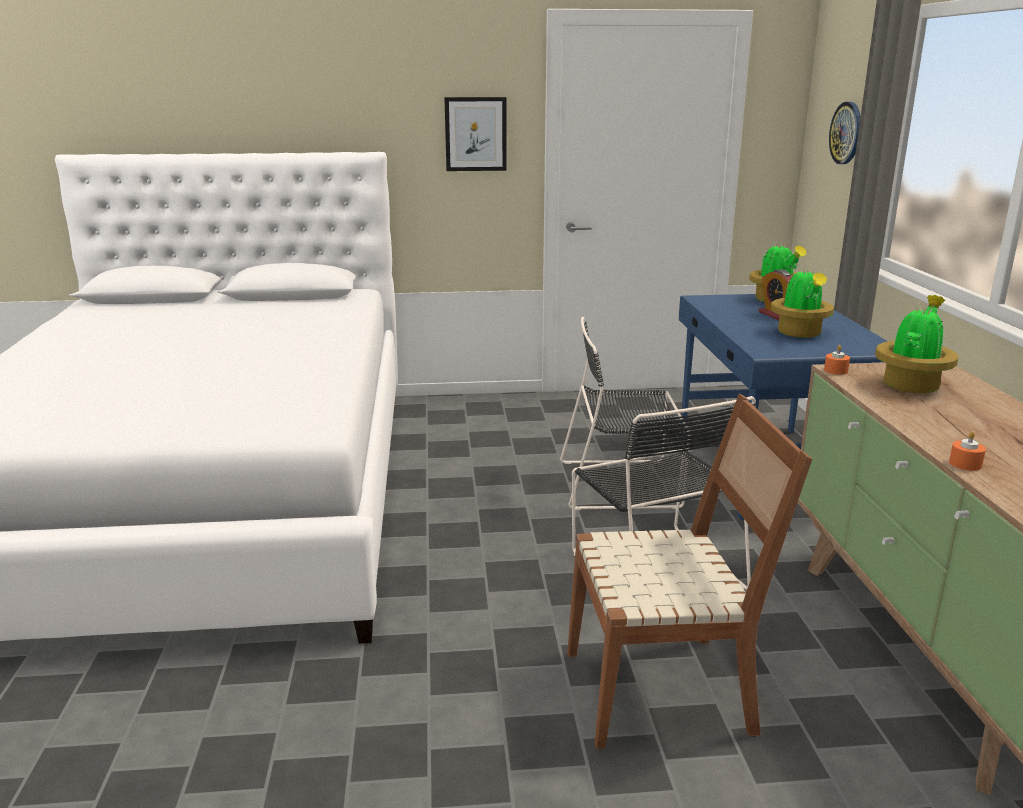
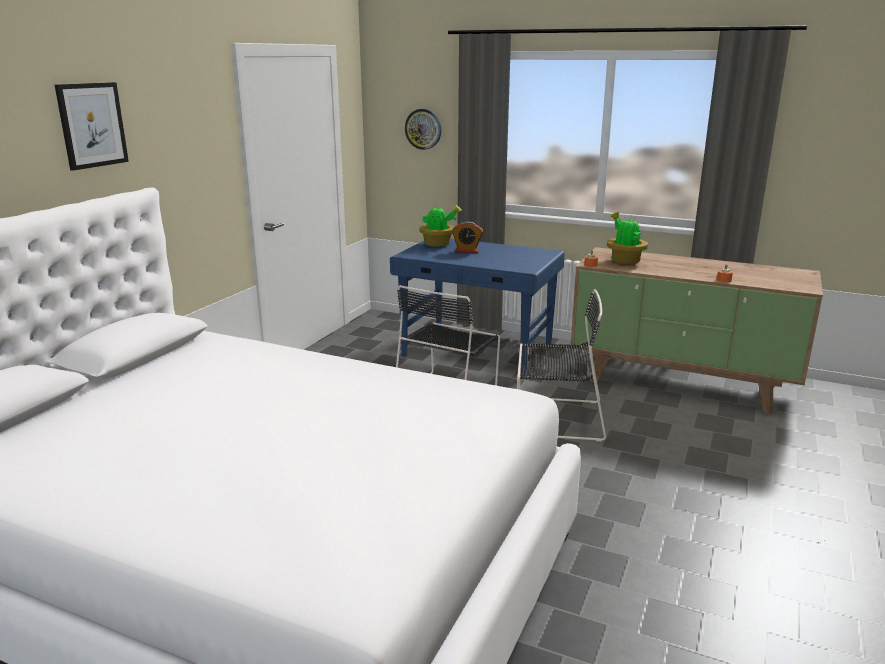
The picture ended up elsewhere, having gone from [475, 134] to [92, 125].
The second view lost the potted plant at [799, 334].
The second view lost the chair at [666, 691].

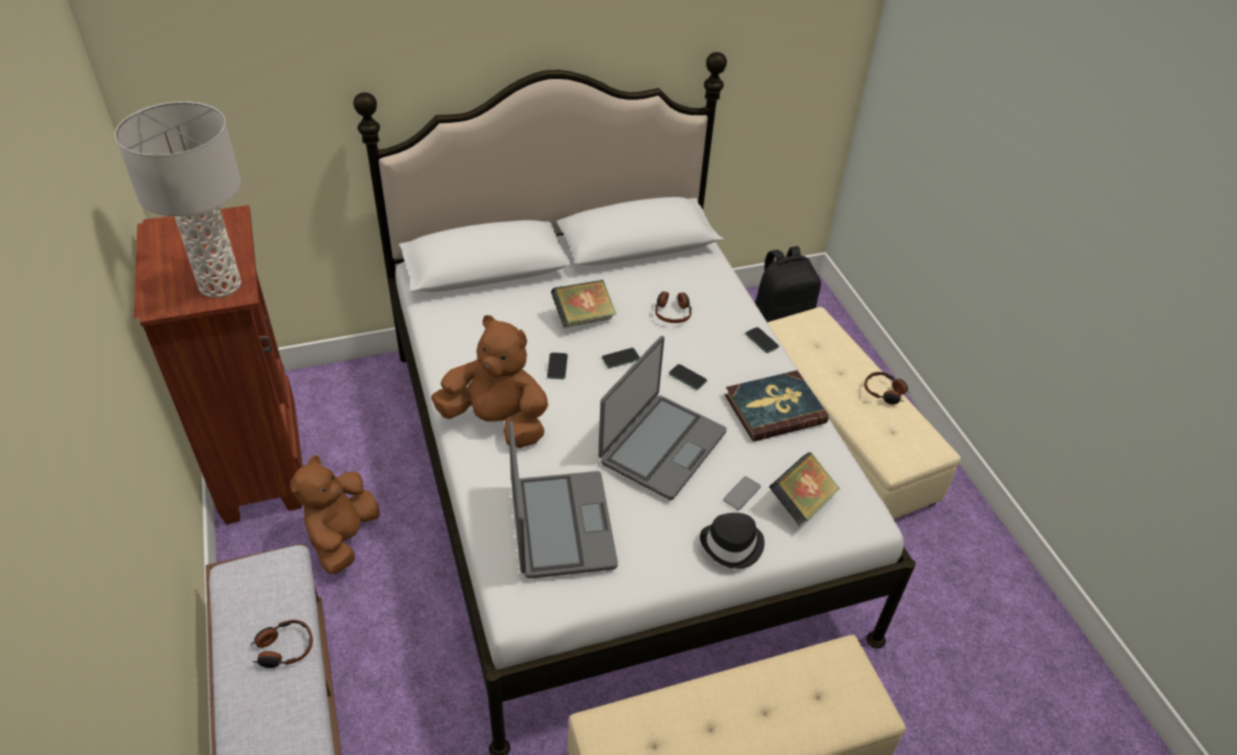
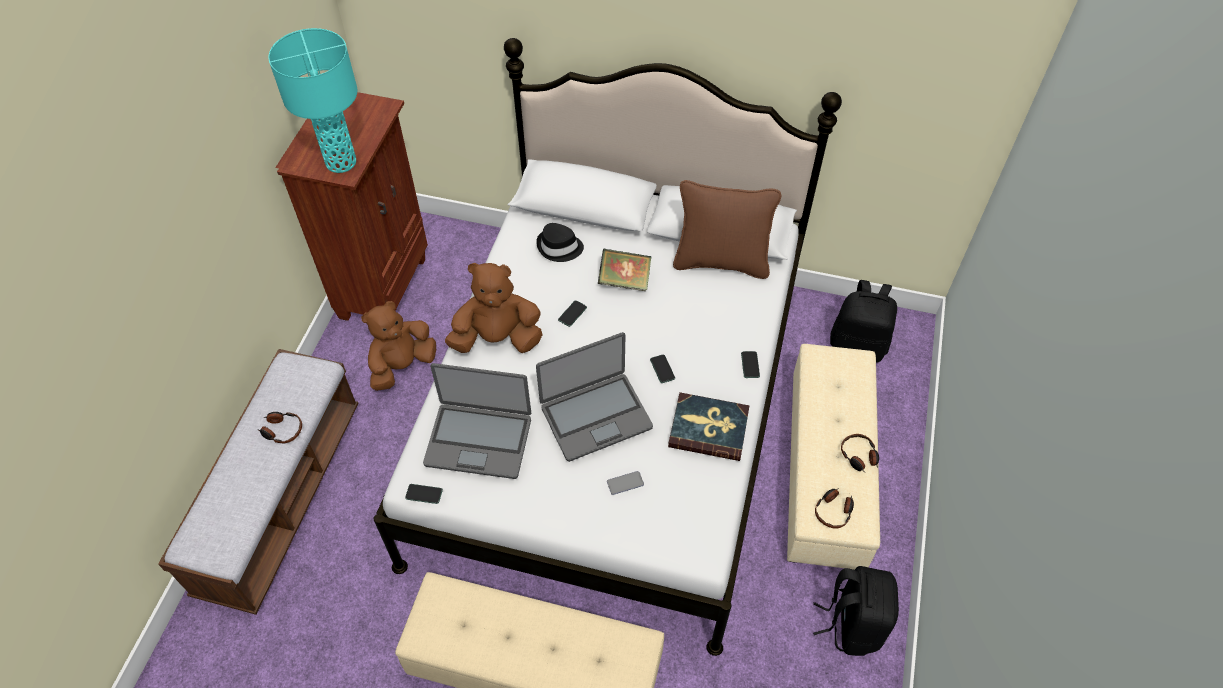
What was the white table lamp at [220, 285] turned into the turquoise table lamp at [340, 162].
The headphones ended up elsewhere, having gone from [672, 312] to [833, 511].
The brown plush toy at [496, 422] ended up facing another way, 60 degrees counterclockwise from before.
The phone ended up elsewhere, having gone from [620, 358] to [424, 494].
The laptop at [561, 525] ended up facing another way, 75 degrees clockwise from before.
The second view lost the book at [801, 502].
The black hat ended up elsewhere, having gone from [732, 545] to [559, 247].
The second view gained the brown pillow at [721, 262].
The second view gained the black backpack at [851, 623].

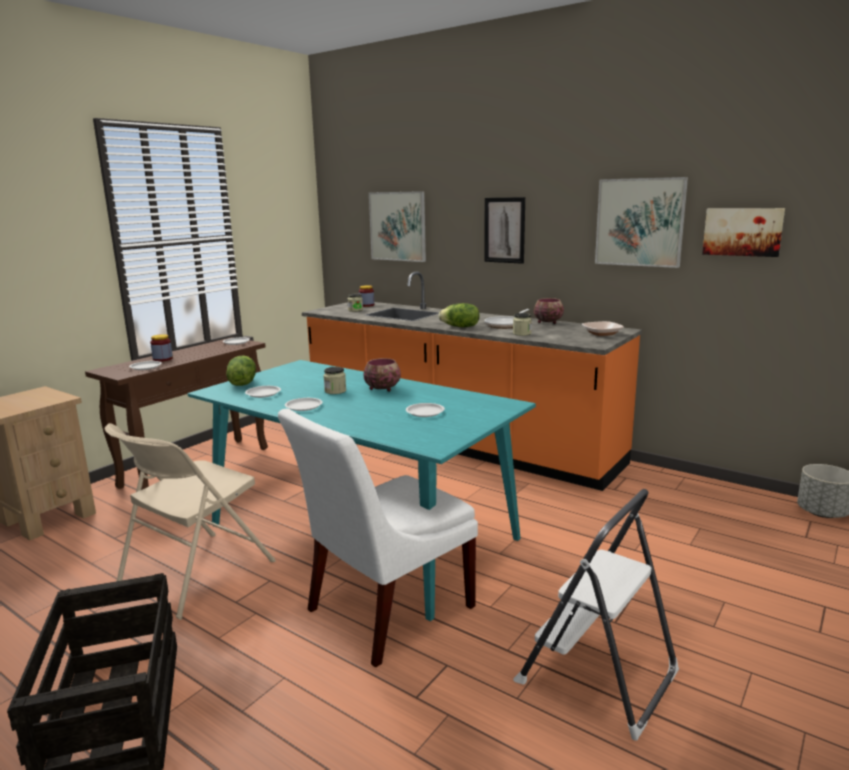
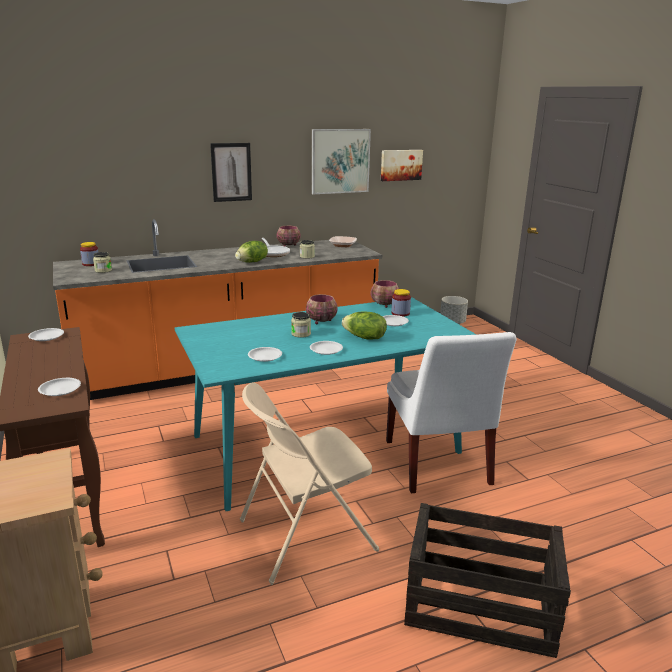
The second view lost the picture at [398, 226].
The jar ended up elsewhere, having gone from [163, 359] to [400, 313].
The lettuce ended up elsewhere, having gone from [242, 383] to [364, 337].
The beige chair at [197, 572] ended up facing another way, 90 degrees clockwise from before.
The second view lost the white step ladder at [602, 678].
The second view gained the bowl at [384, 305].

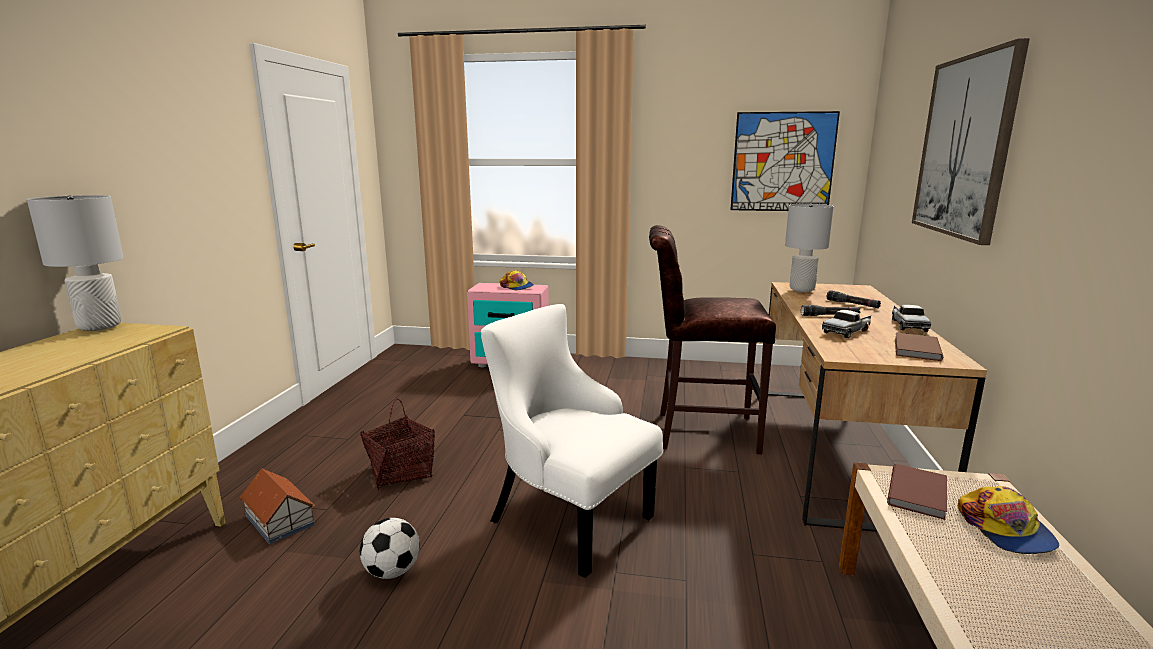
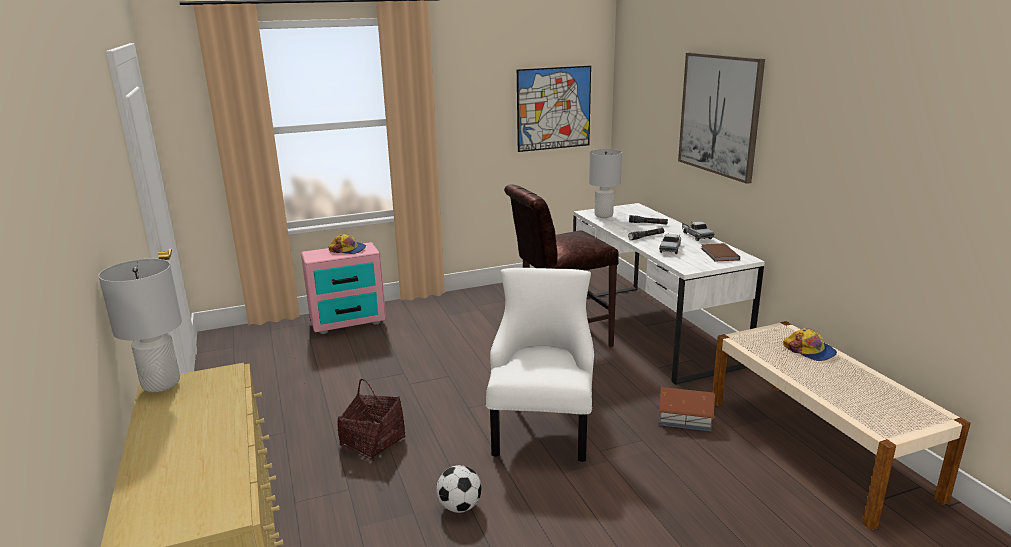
What was the brown desk at [834, 449] turned into the white desk at [651, 329].
The white chair at [572, 523] ended up facing another way, 90 degrees clockwise from before.
The second view lost the brown book at [919, 493].
The toy house ended up elsewhere, having gone from [280, 519] to [684, 419].

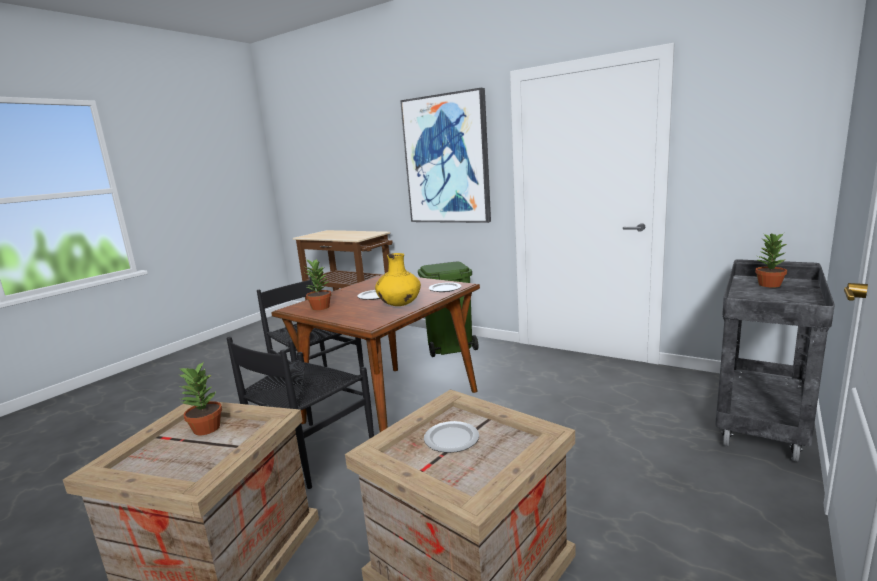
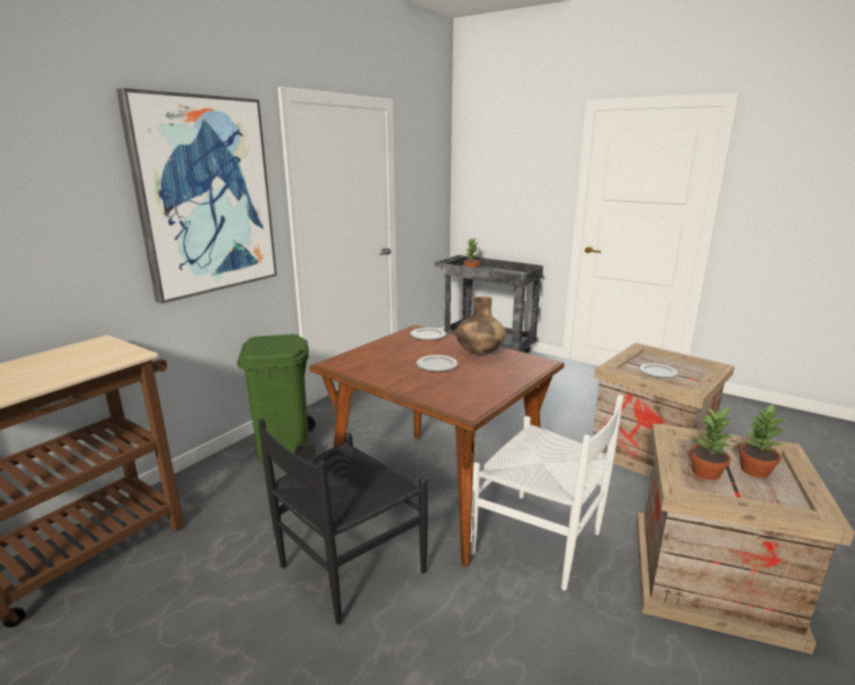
What was the yellow vase at [399, 305] turned into the brown vase at [479, 353].
The potted plant ended up elsewhere, having gone from [320, 307] to [754, 471].
What was the black chair at [312, 455] turned into the white chair at [539, 541].

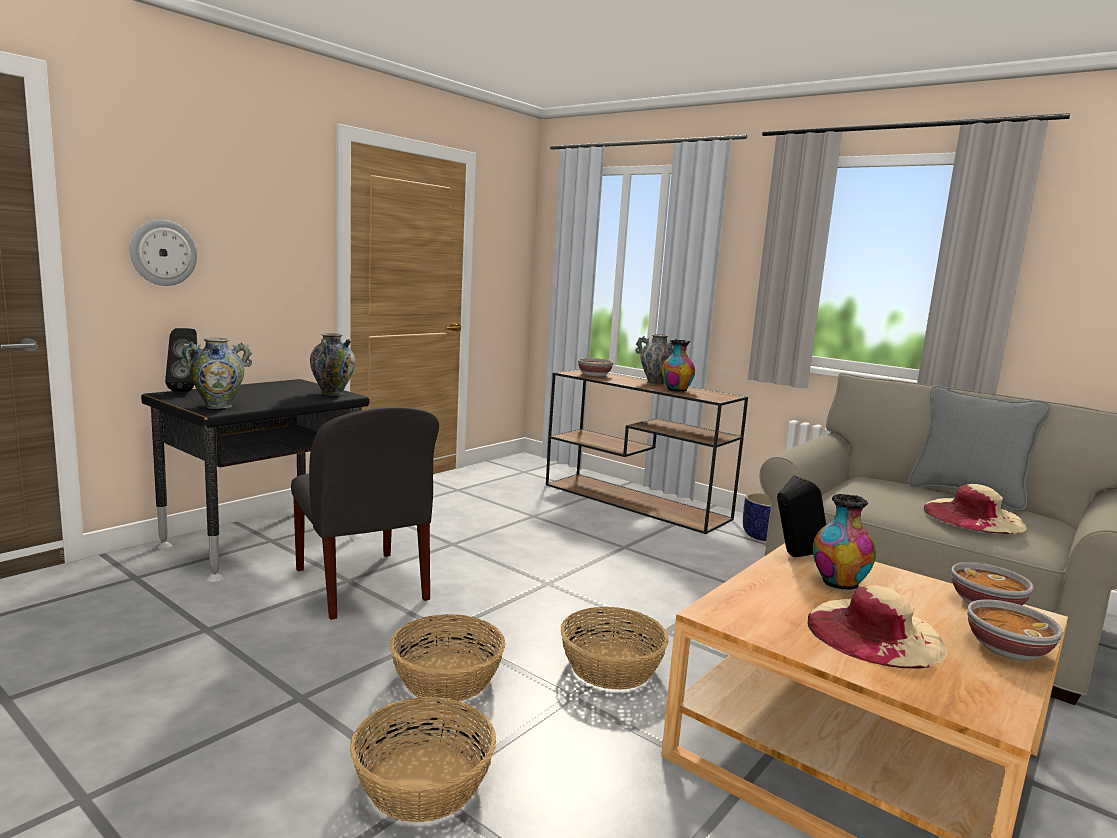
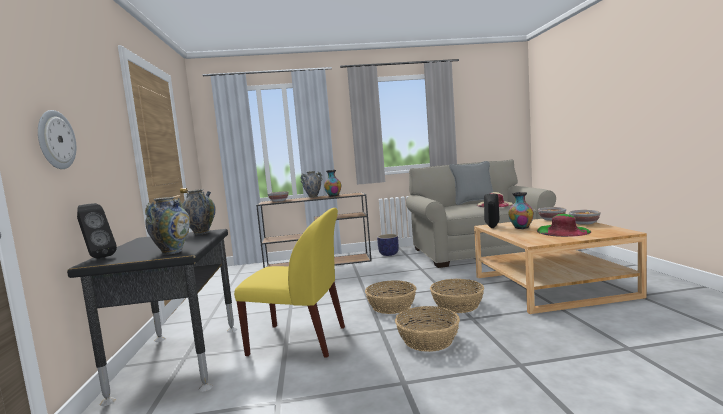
What was the grey chair at [362, 586] turned into the yellow chair at [300, 341].
What was the beige hat at [874, 632] turned into the green hat at [563, 231].
The basket ended up elsewhere, having gone from [422, 784] to [392, 306].

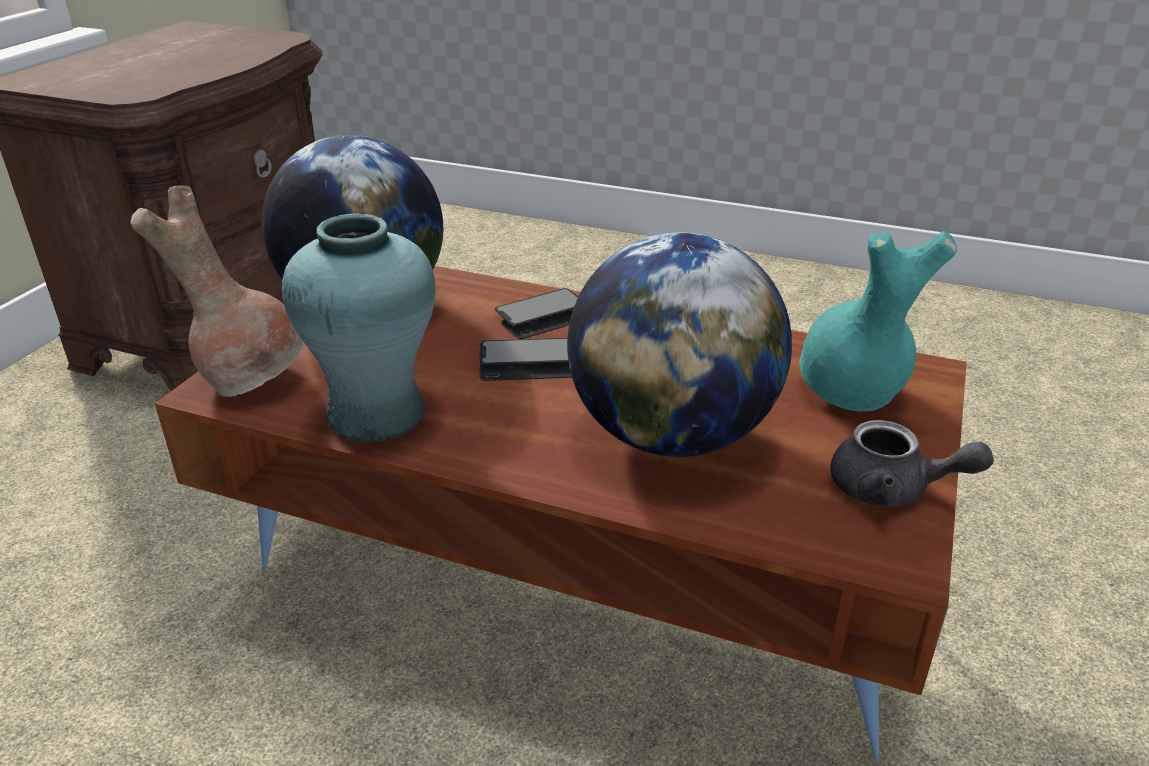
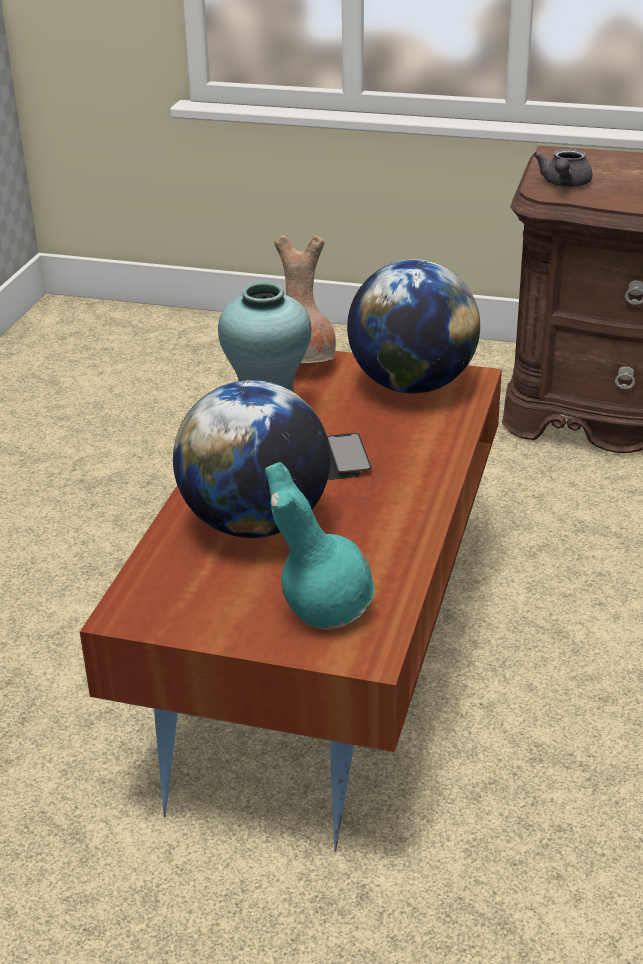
The second view lost the phone at [544, 316].
The grey teapot ended up elsewhere, having gone from [892, 490] to [564, 184].

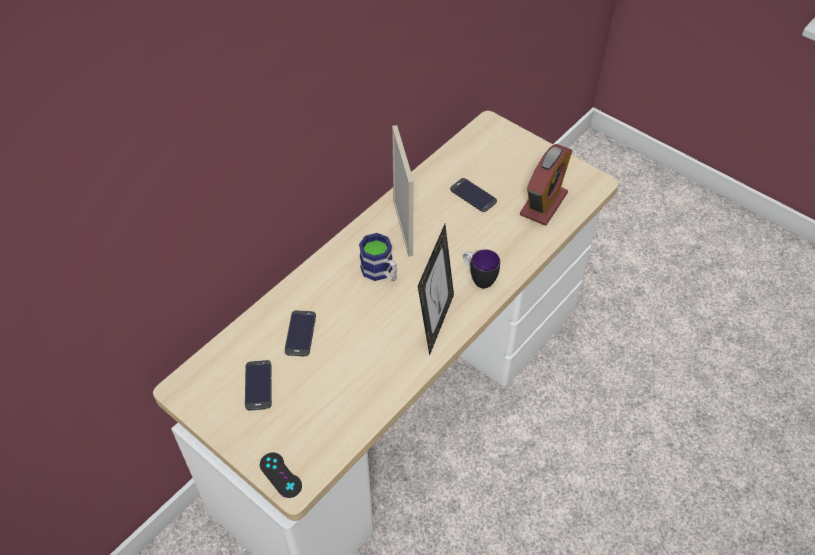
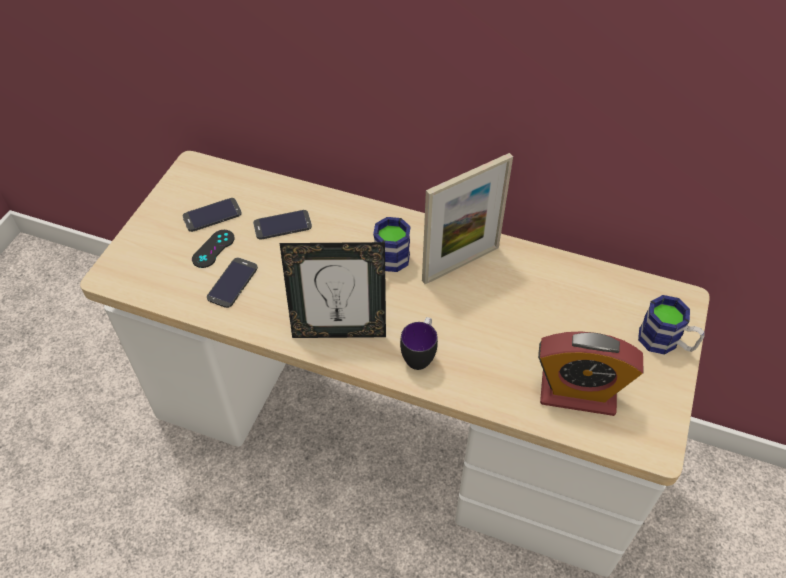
The phone ended up elsewhere, having gone from [473, 195] to [232, 283].
The black game controller ended up elsewhere, having gone from [280, 475] to [213, 249].
The second view gained the mug at [666, 342].

